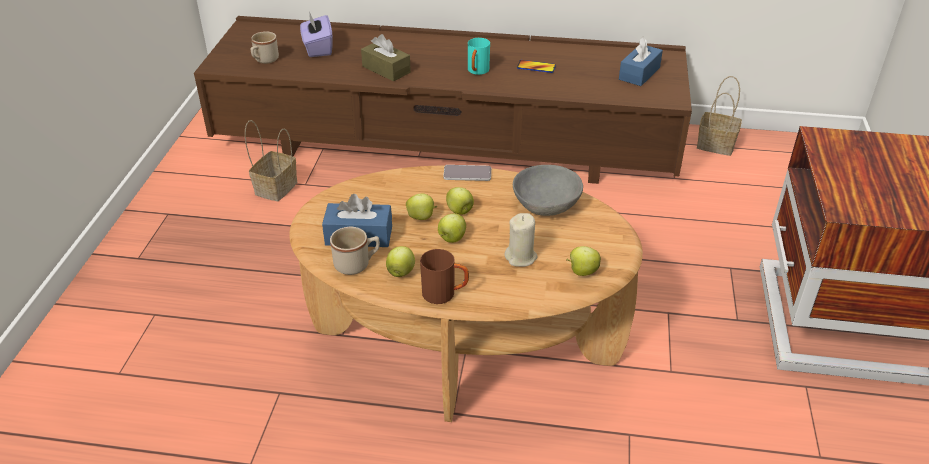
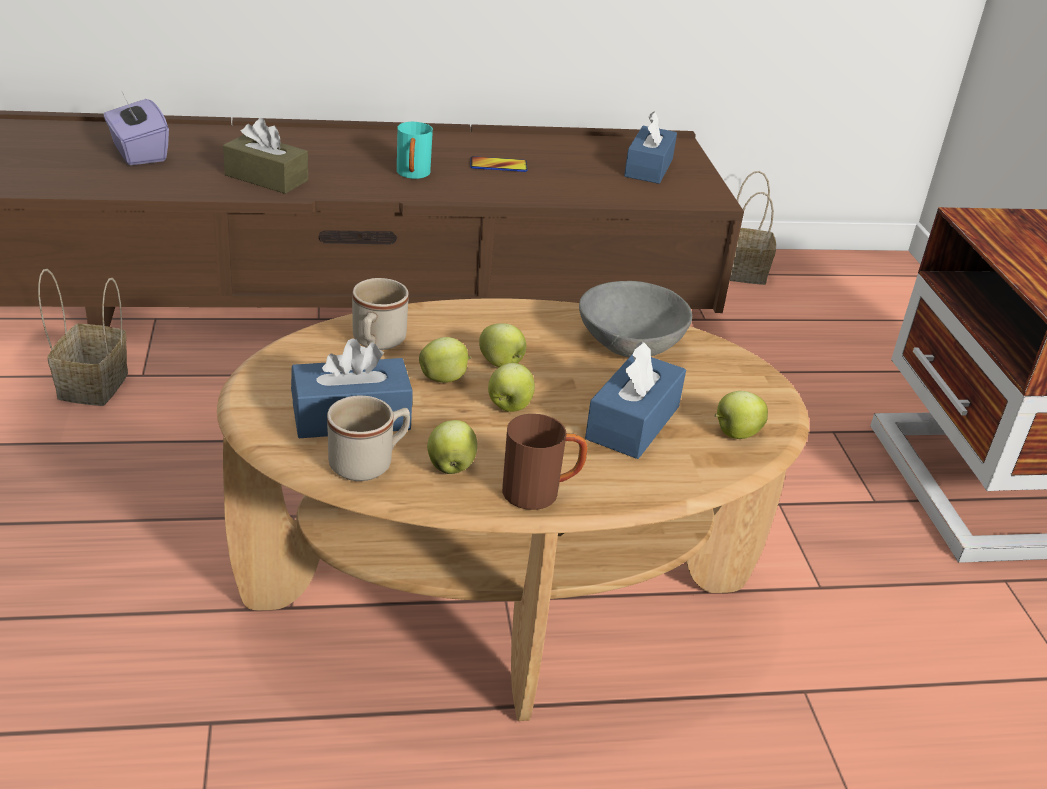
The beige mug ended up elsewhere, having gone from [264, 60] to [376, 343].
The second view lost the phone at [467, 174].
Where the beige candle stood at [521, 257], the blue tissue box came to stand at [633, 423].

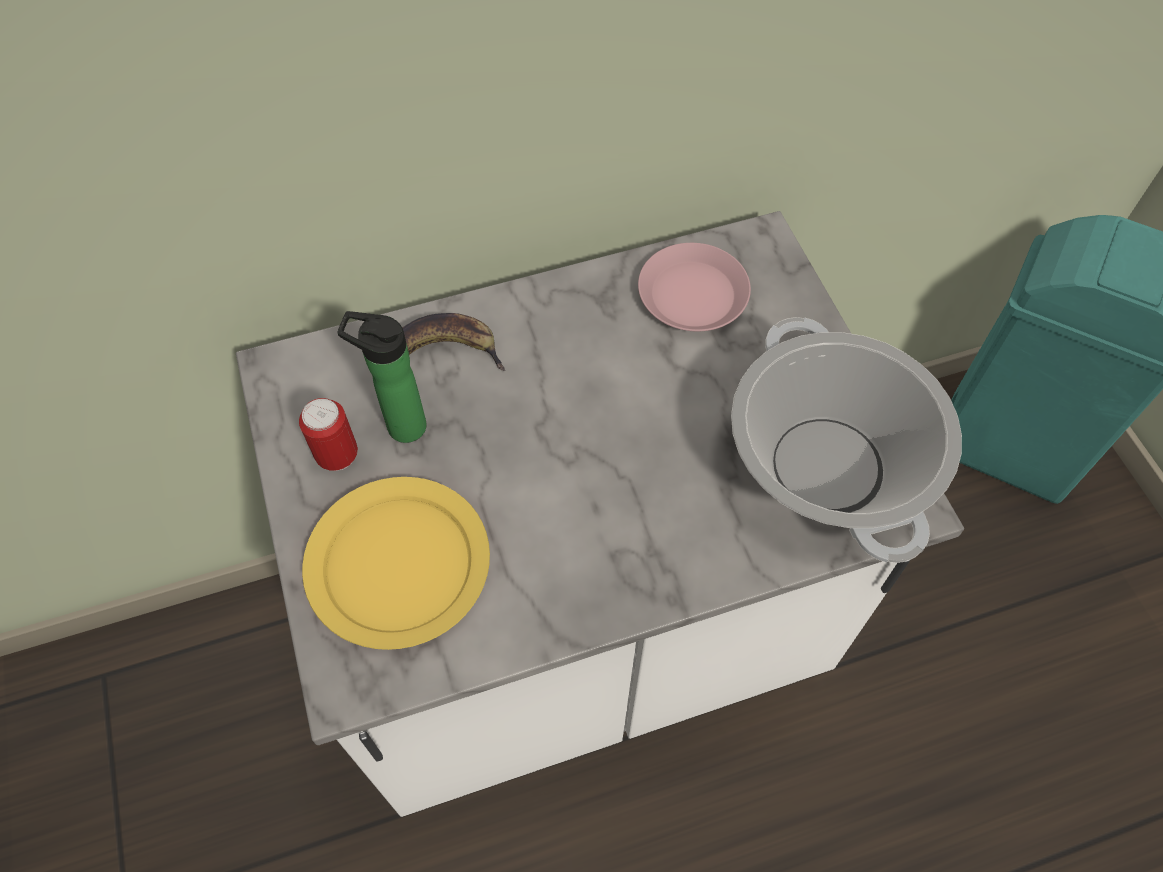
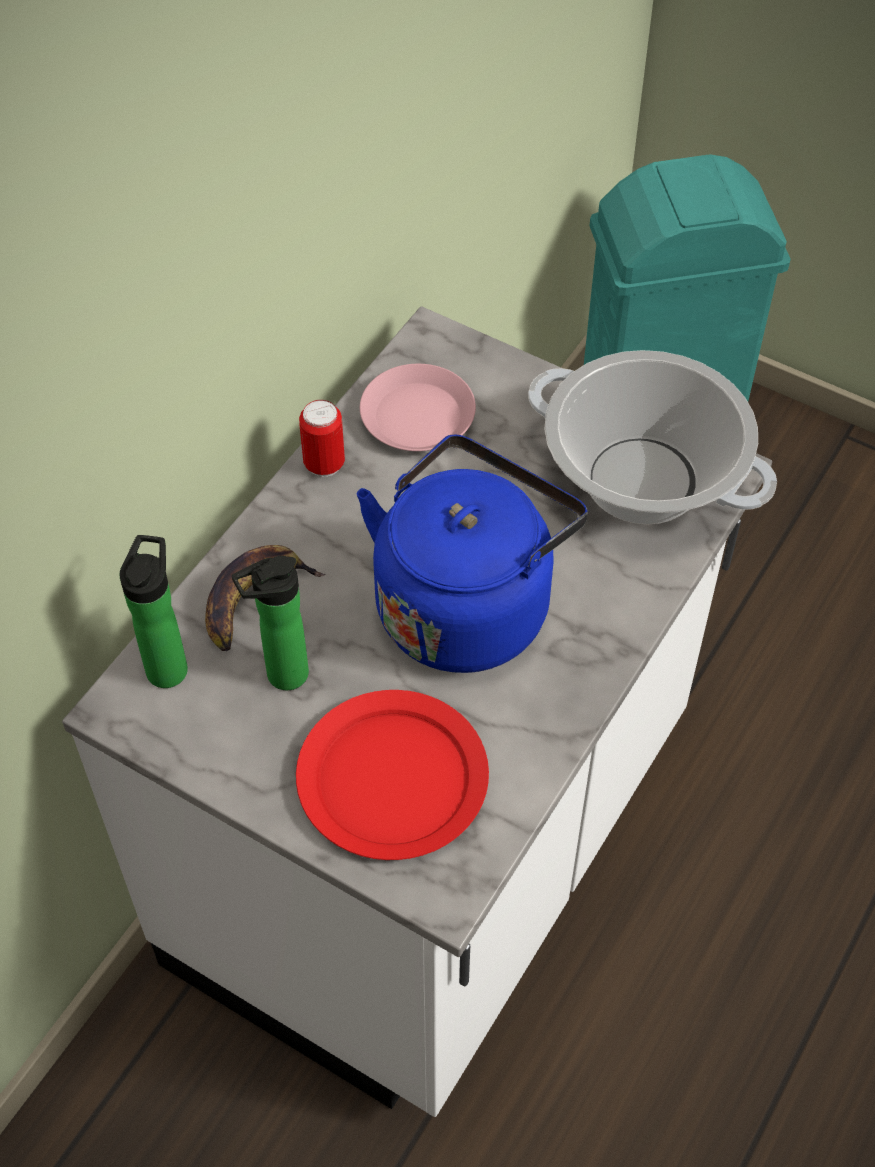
The can ended up elsewhere, having gone from [337, 456] to [324, 464].
What was the yellow plate at [399, 563] turned into the red plate at [392, 777].
The second view gained the blue kettle at [467, 604].
The second view gained the bottle at [168, 665].

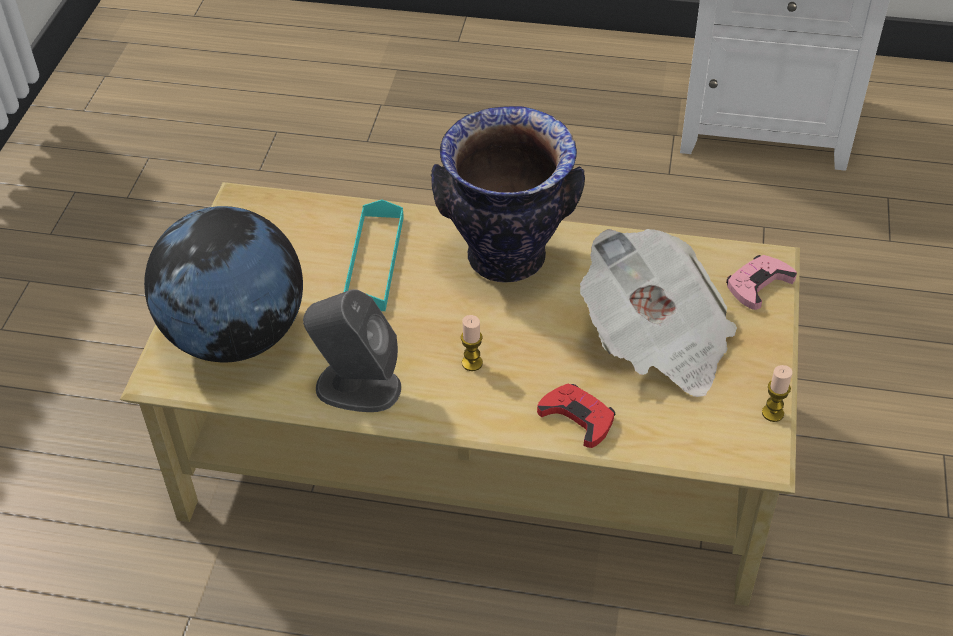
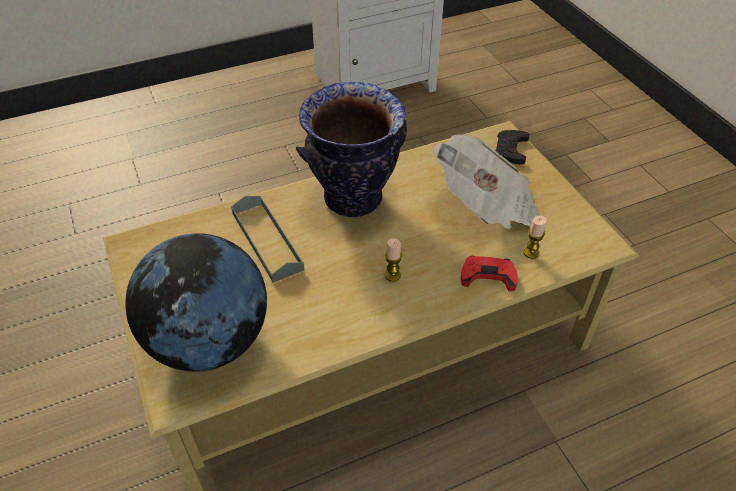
What was the turquoise tray at [374, 261] turned into the grey tray at [267, 241].
What was the pink game controller at [758, 285] turned into the black game controller at [510, 149].
The second view lost the grey speaker at [357, 387].
The candle ended up elsewhere, having gone from [772, 413] to [531, 252].

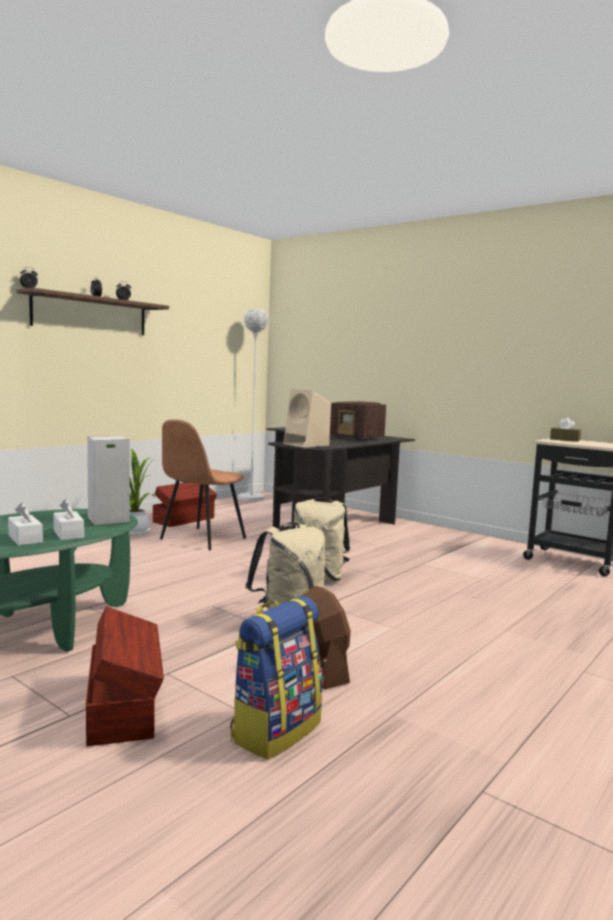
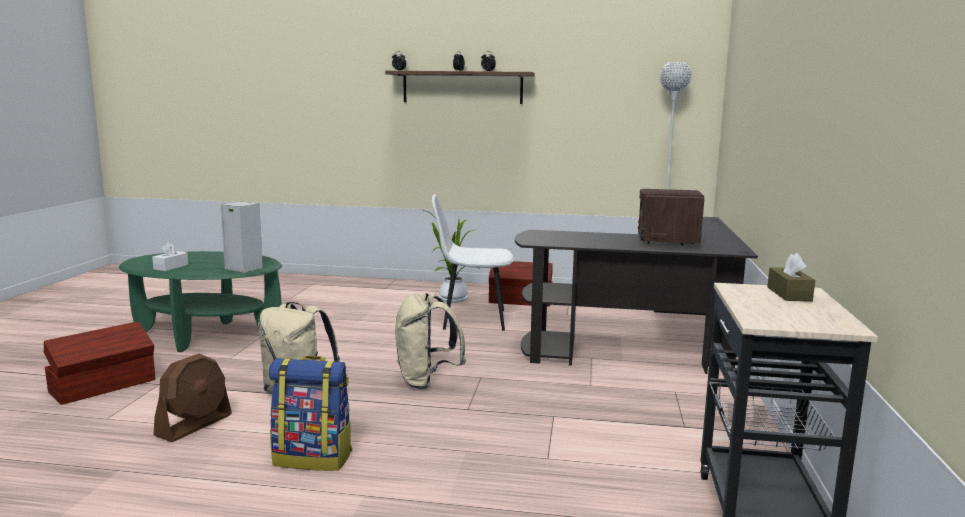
The second view lost the beige speaker at [307, 445].
What was the brown chair at [201, 539] turned into the white chair at [472, 319].
The second view lost the white tissue box at [68, 534].
The backpack ended up elsewhere, having gone from [275, 730] to [313, 458].

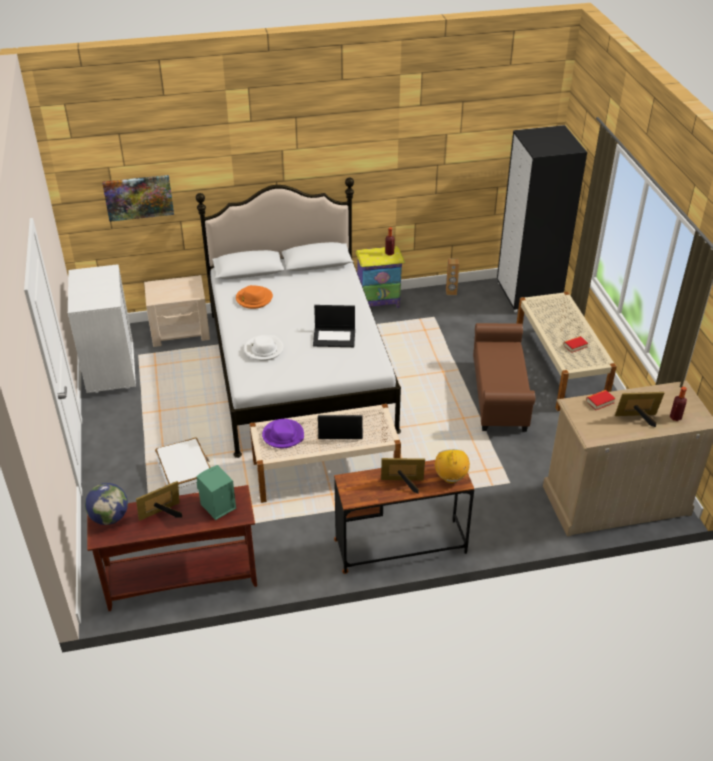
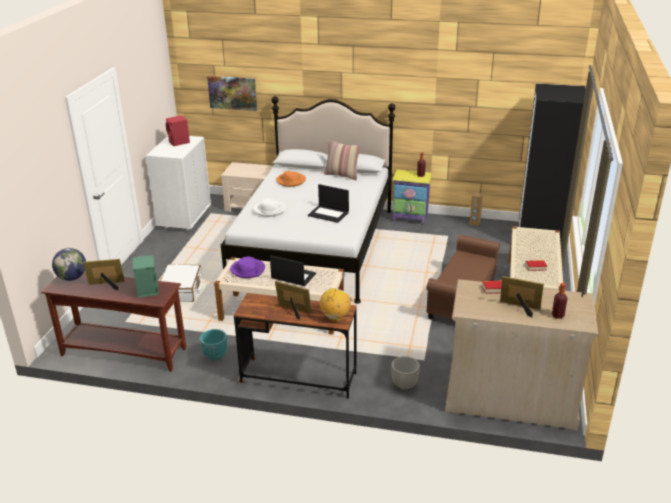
The second view gained the red speaker at [179, 142].
The second view gained the pillow at [342, 175].
The second view gained the turquoise planter at [215, 356].
The second view gained the grey planter at [404, 384].

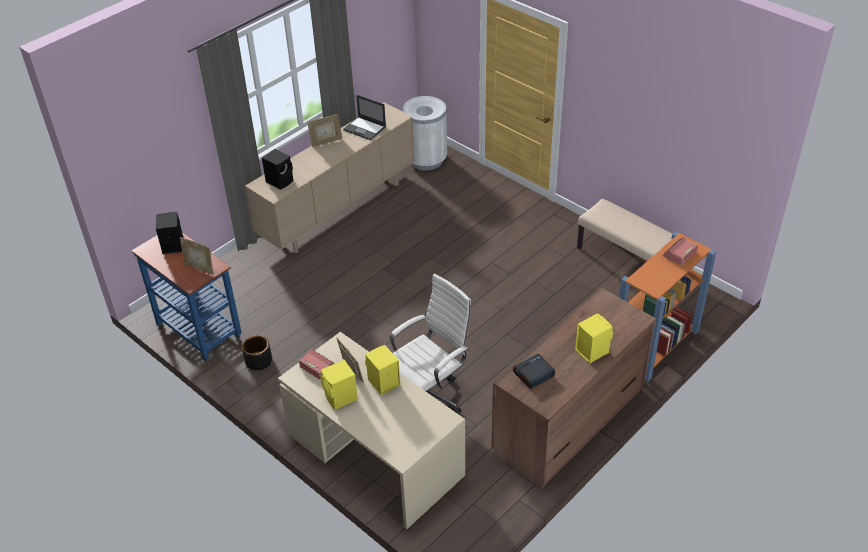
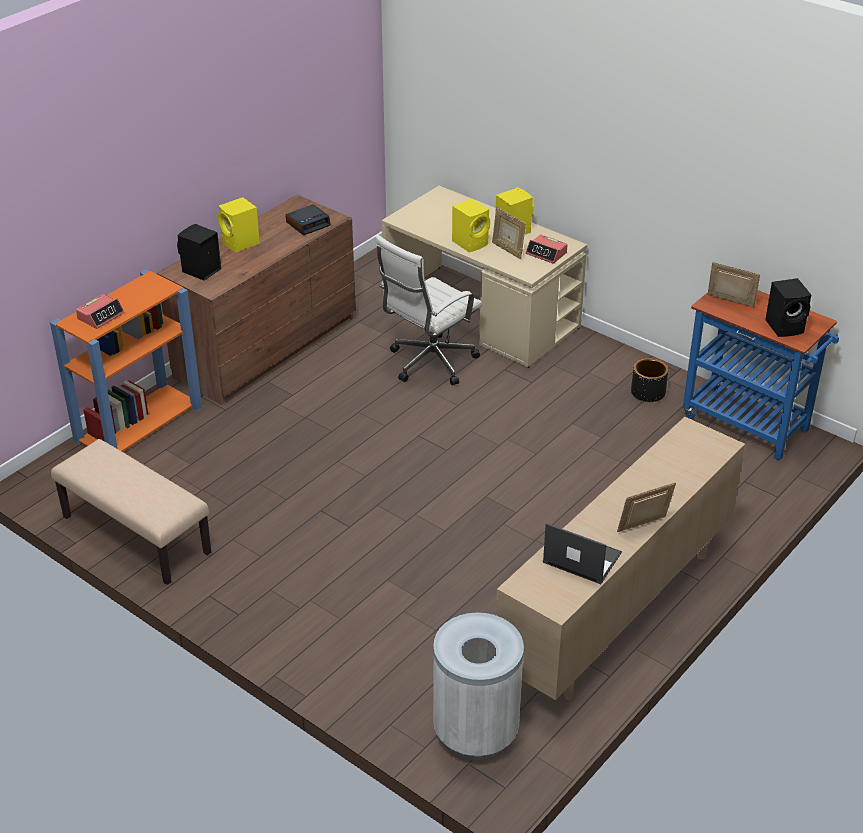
The black speaker ended up elsewhere, having gone from [280, 181] to [200, 271].

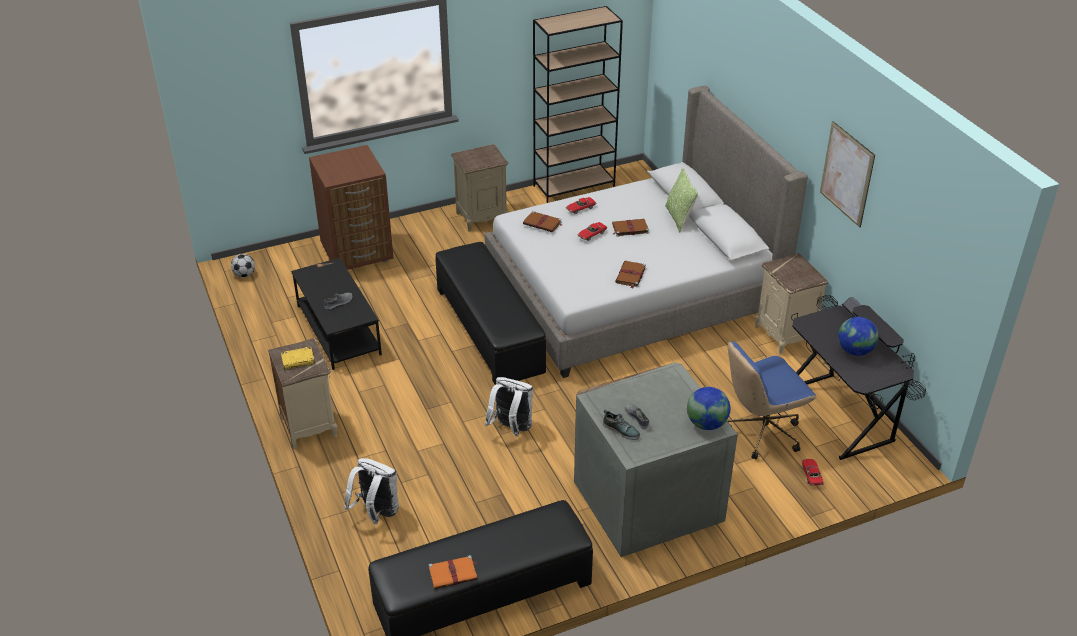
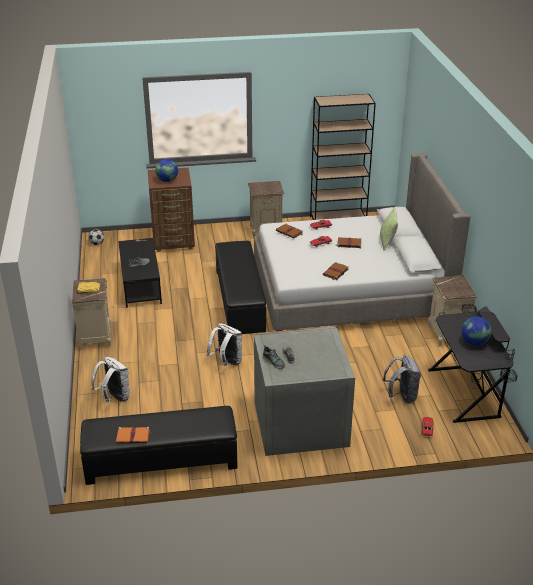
The second view lost the picture at [846, 174].
Where the blue office chair stood at [761, 435], the grey backpack came to stand at [401, 396].
The globe ended up elsewhere, having gone from [706, 424] to [167, 180].

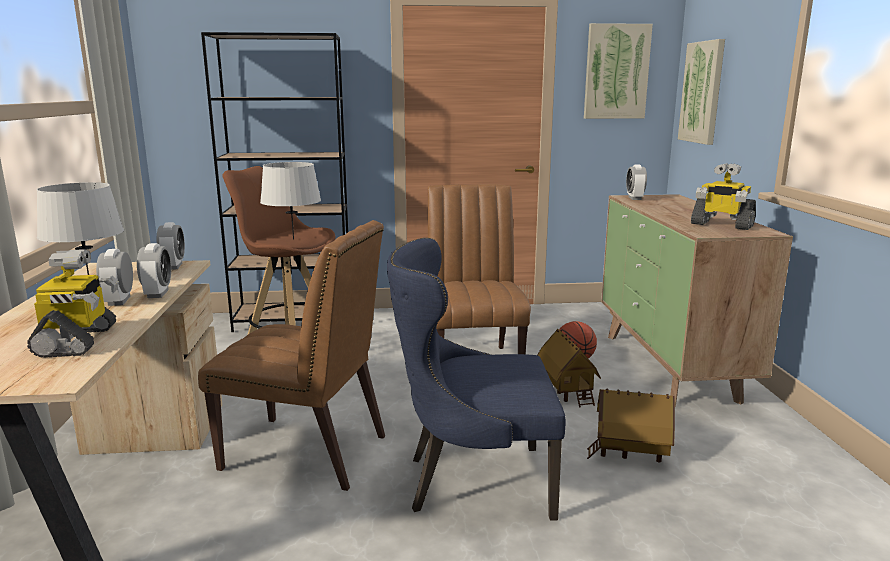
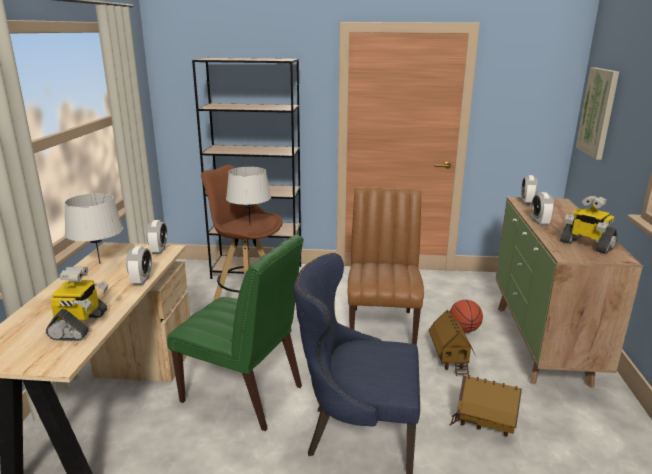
The second view lost the picture at [616, 72].
What was the brown chair at [304, 452] turned into the green chair at [241, 393].
The alarm clock ended up elsewhere, having gone from [119, 301] to [539, 222].

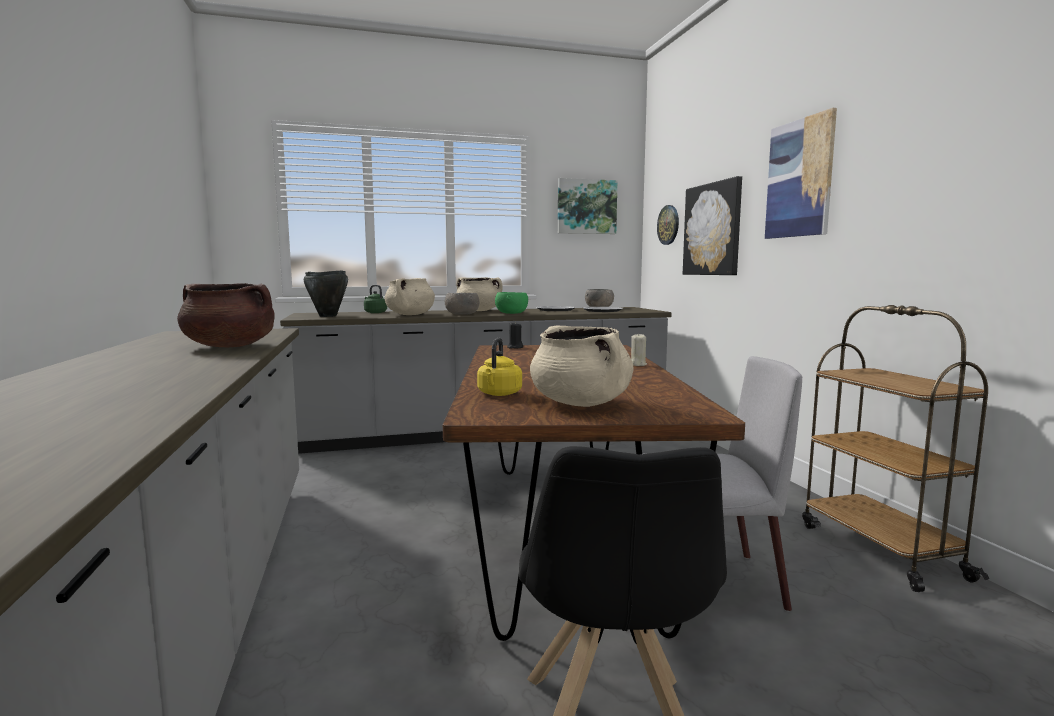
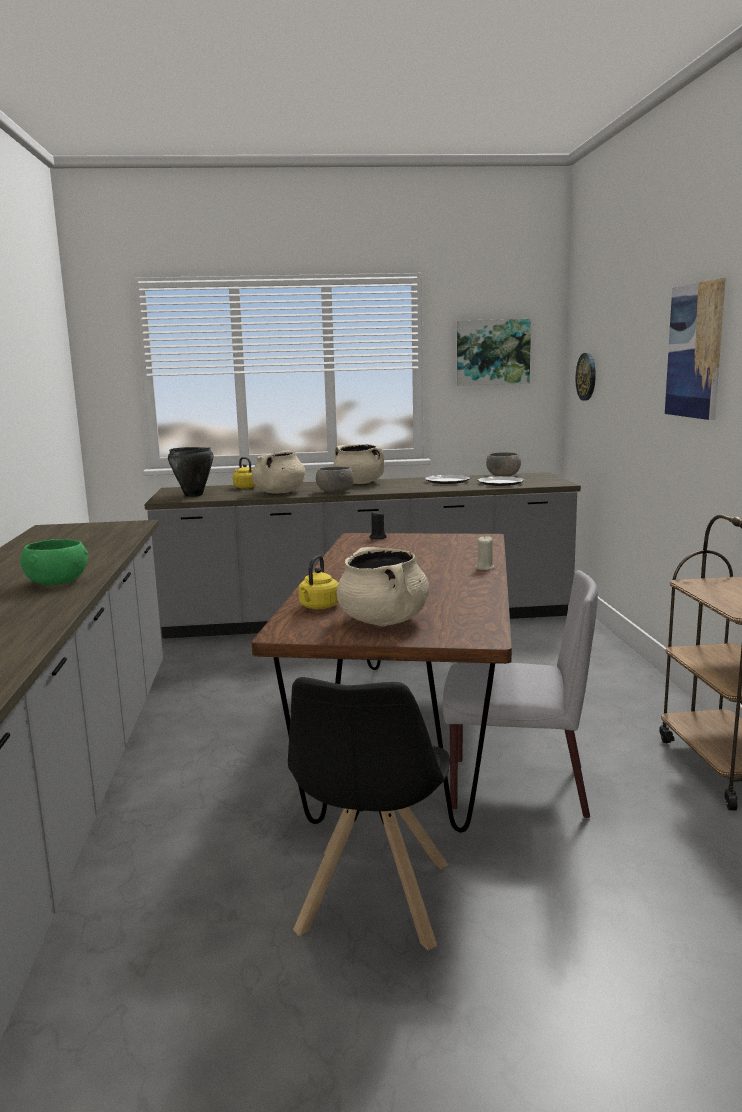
The second view lost the picture at [712, 229].
The second view lost the brown cooking pot at [230, 346].
What was the green kettle at [374, 312] turned into the yellow kettle at [244, 487].
The green bowl ended up elsewhere, having gone from [511, 313] to [56, 582].

